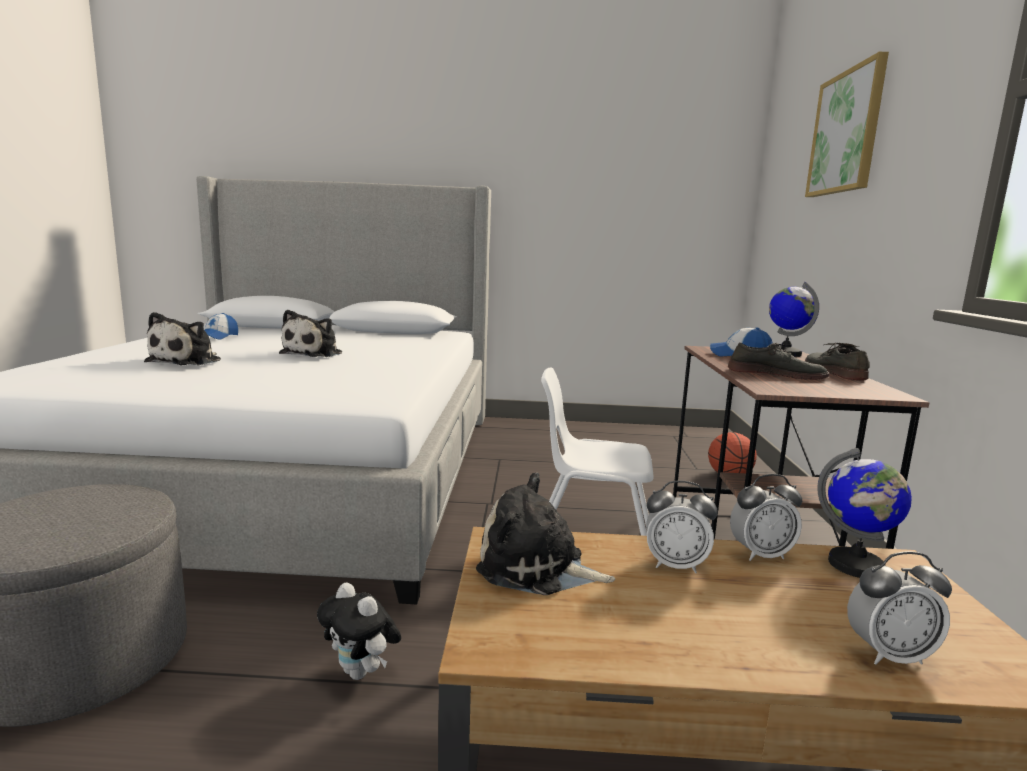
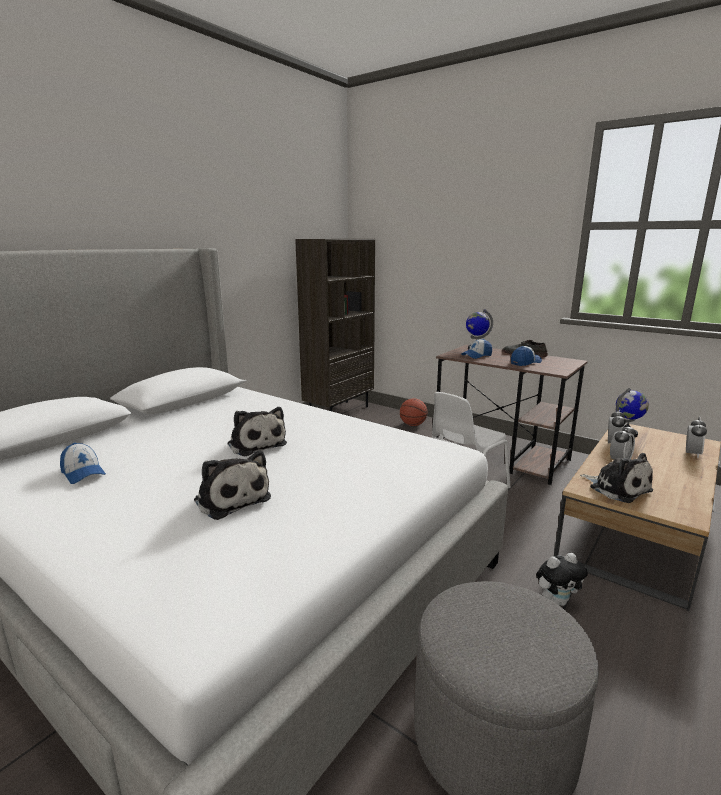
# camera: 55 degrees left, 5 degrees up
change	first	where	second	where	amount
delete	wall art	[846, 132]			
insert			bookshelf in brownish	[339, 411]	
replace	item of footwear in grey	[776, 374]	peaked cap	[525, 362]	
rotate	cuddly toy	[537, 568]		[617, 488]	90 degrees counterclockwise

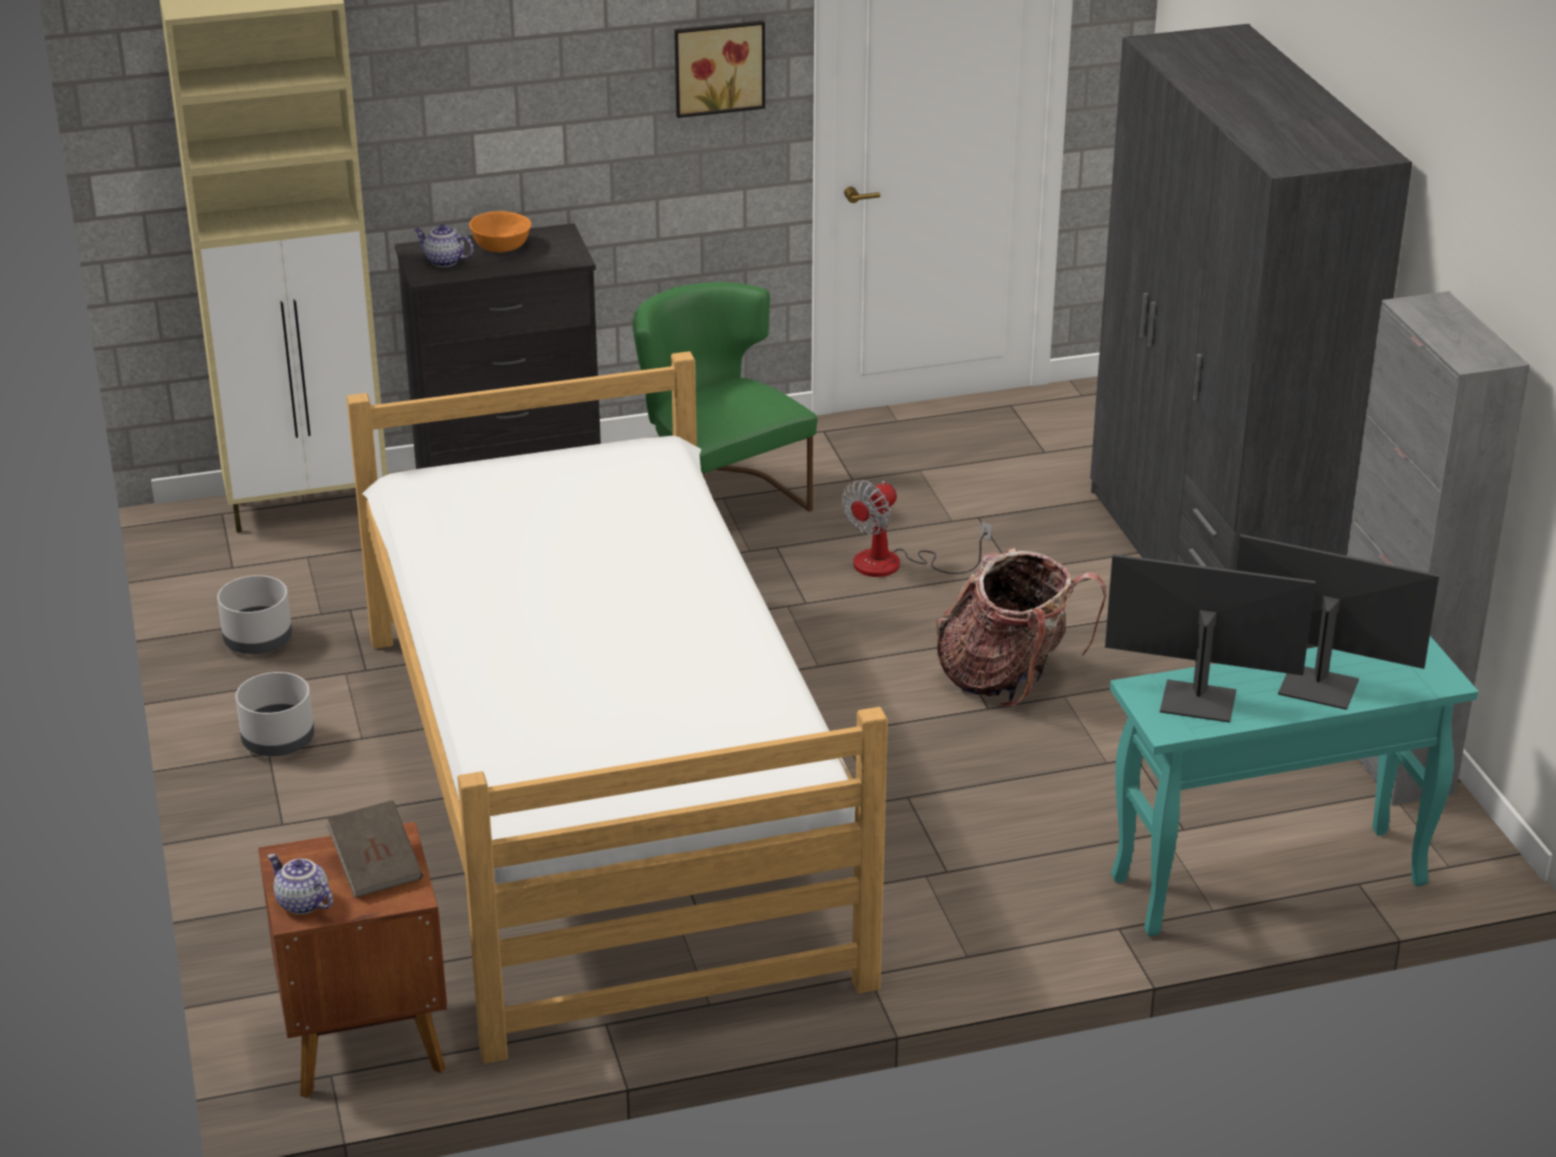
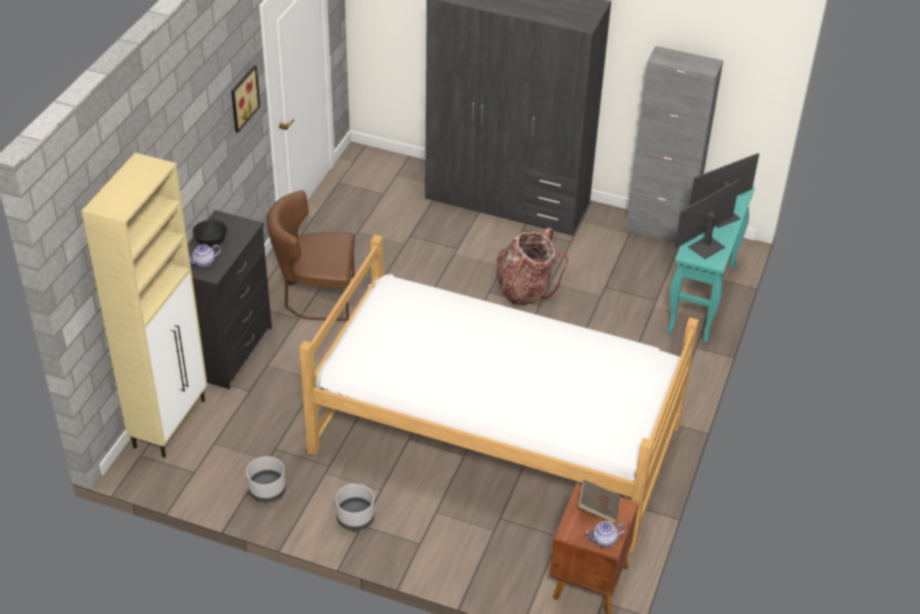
# camera: 55 degrees left, 10 degrees up
change	first	where	second	where	amount
delete	fan	[895, 564]			
recolor	serving bowl in orange-coloured	[501, 246]	serving bowl in black-coloured	[211, 240]	
recolor	chair in green-coloured	[719, 500]	chair in brownish	[315, 297]	

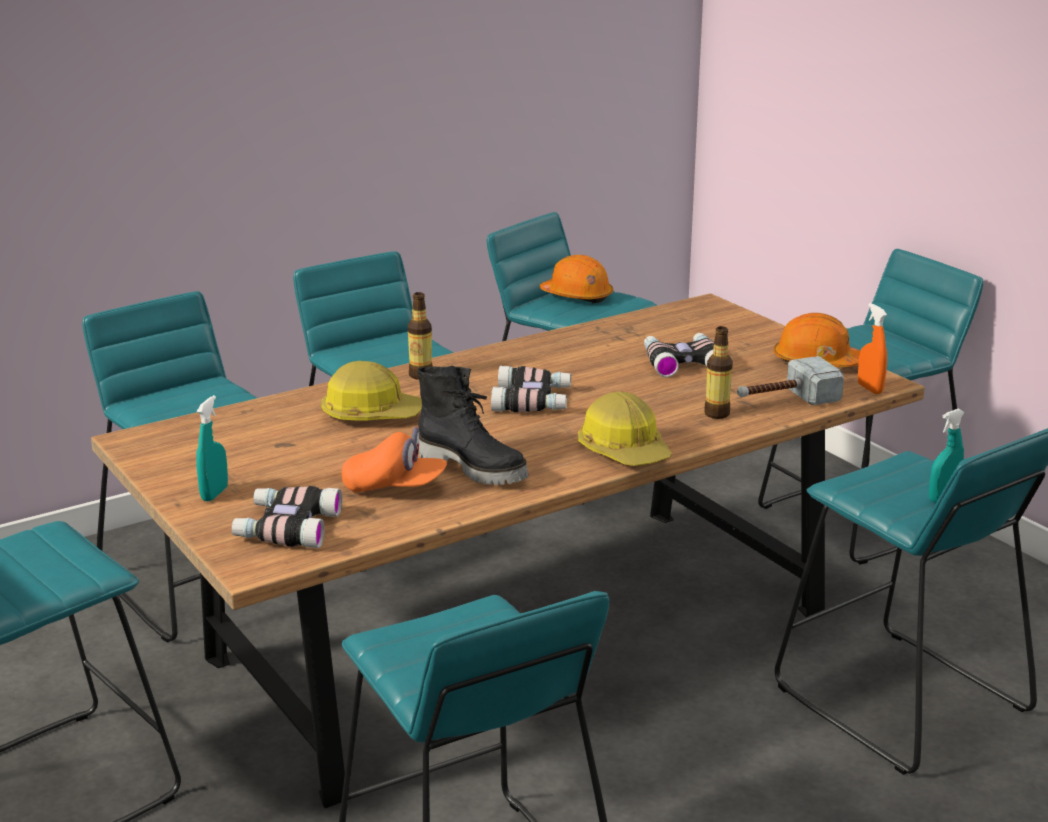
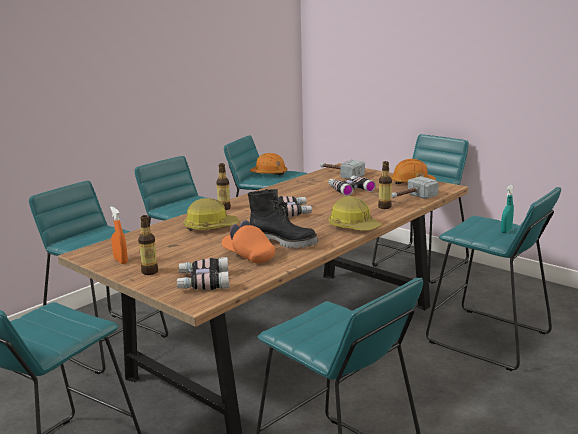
# camera: 15 degrees left, 5 degrees down
change	first	where	second	where	amount
insert			hammer	[340, 174]	
move	spray bottle in orange-coloured	[870, 389]		[120, 261]	
replace	spray bottle in turquoise	[214, 494]	bottle	[150, 272]	
rotate	peaked cap in orange-coloured	[394, 487]		[248, 256]	135 degrees counterclockwise

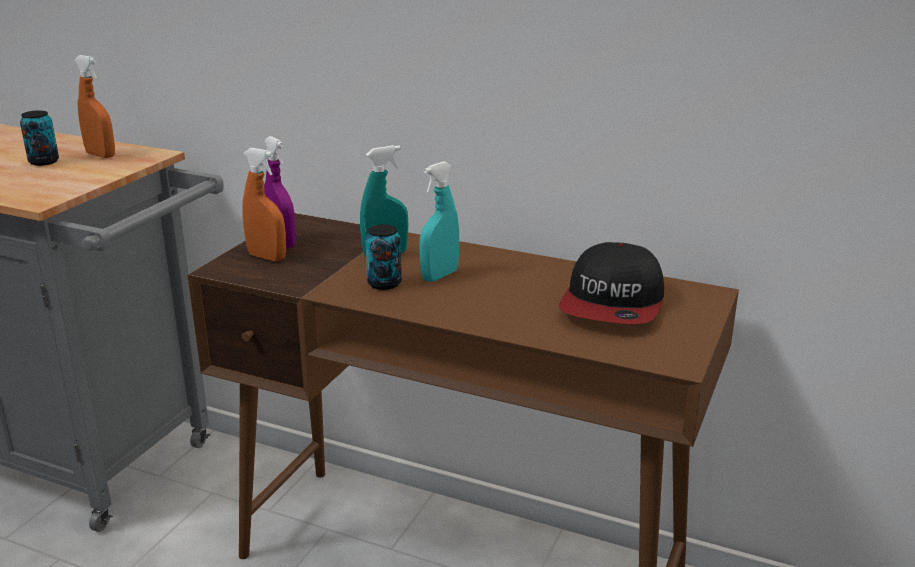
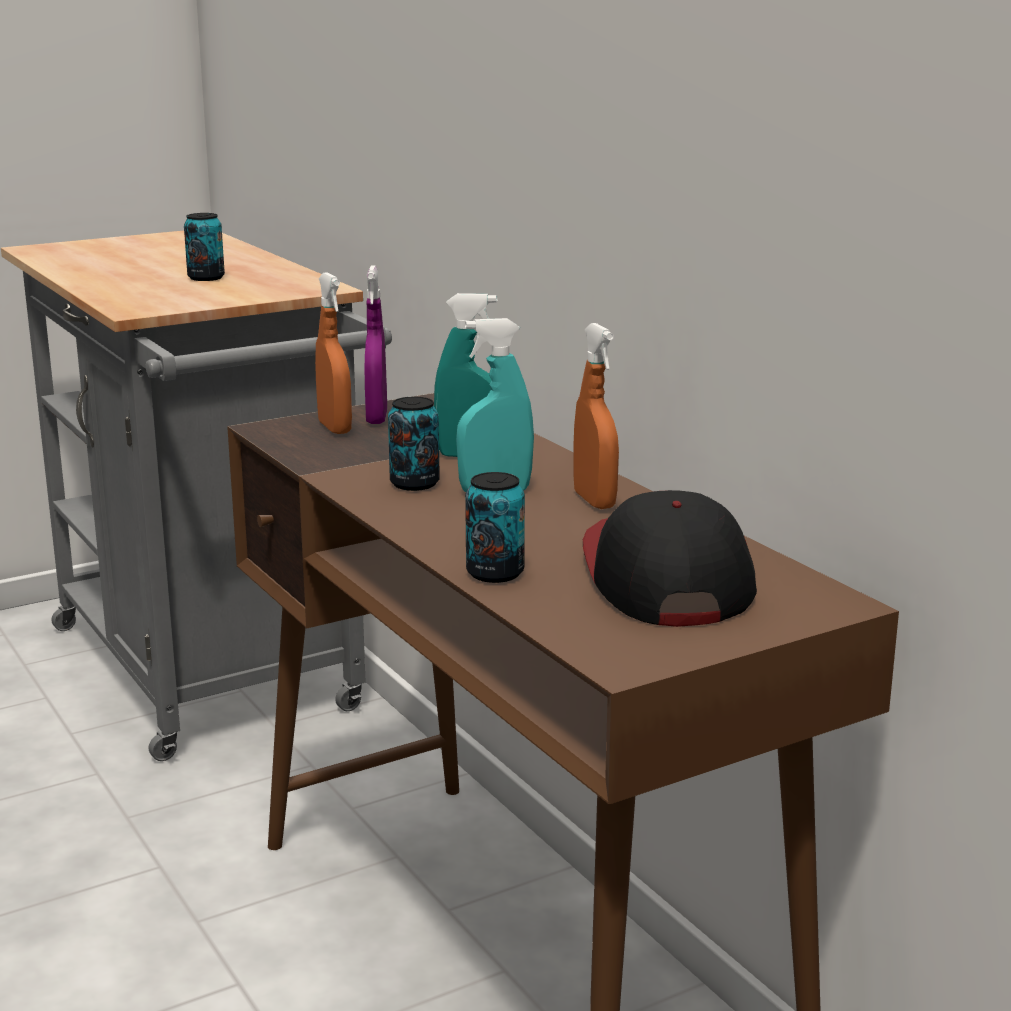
# camera: 35 degrees right, 5 degrees down
change	first	where	second	where	amount
insert			sealed can	[495, 573]	
move	spray bottle in orange-coloured	[100, 155]		[594, 501]	
rotate	peaked cap	[613, 304]		[664, 577]	120 degrees clockwise

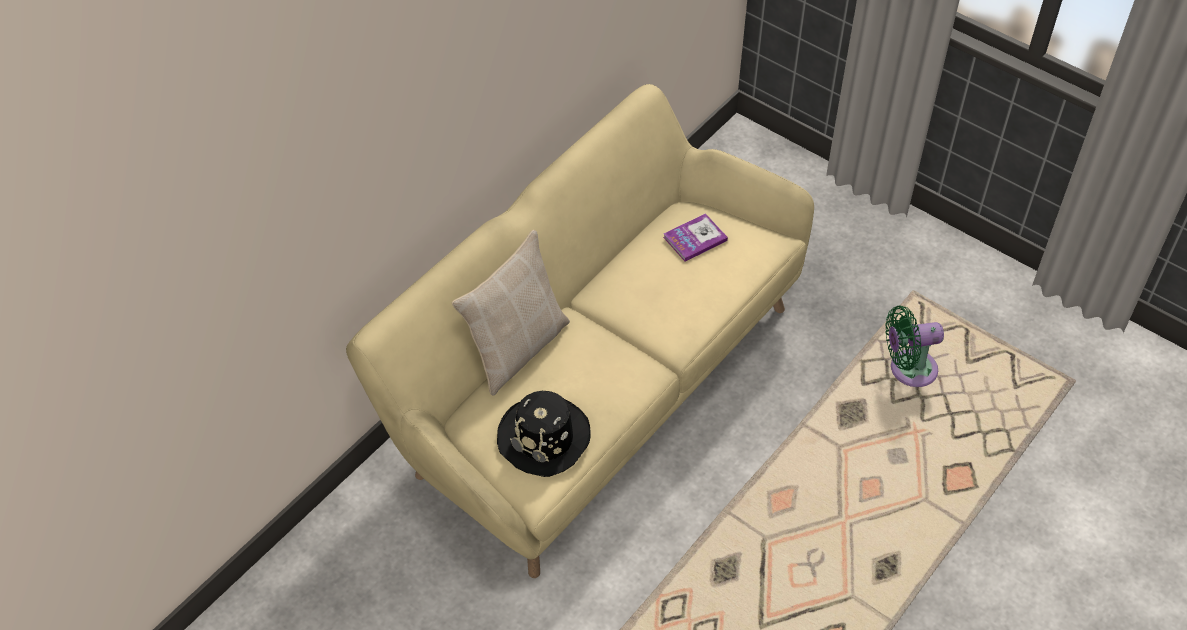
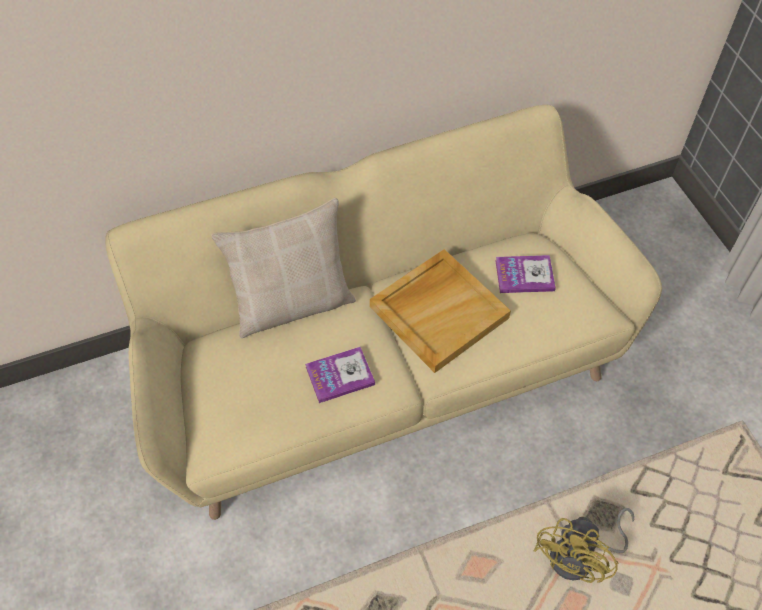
# camera: 30 degrees right, 5 degrees up
change	first	where	second	where	amount
delete	hat in black-coloured	[545, 437]			
delete	fan in green-coloured	[908, 370]			
insert			bound book	[340, 375]	
insert			tray in beige	[439, 311]	
insert			fan in yellow	[580, 557]	

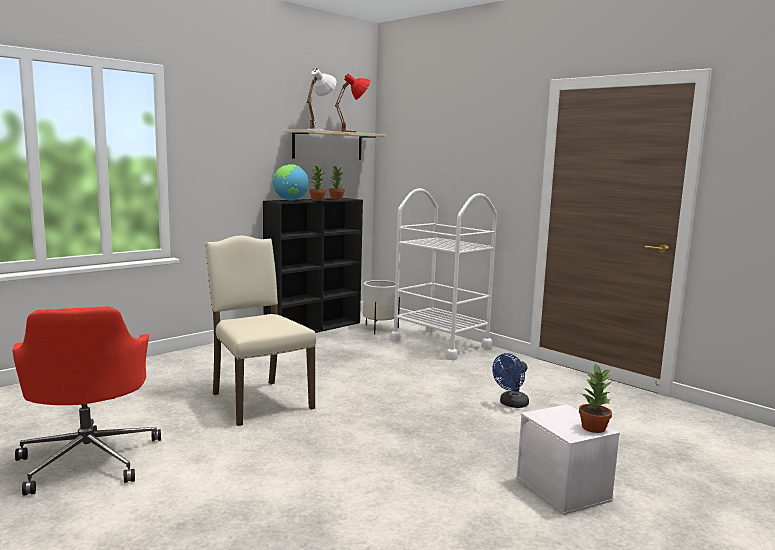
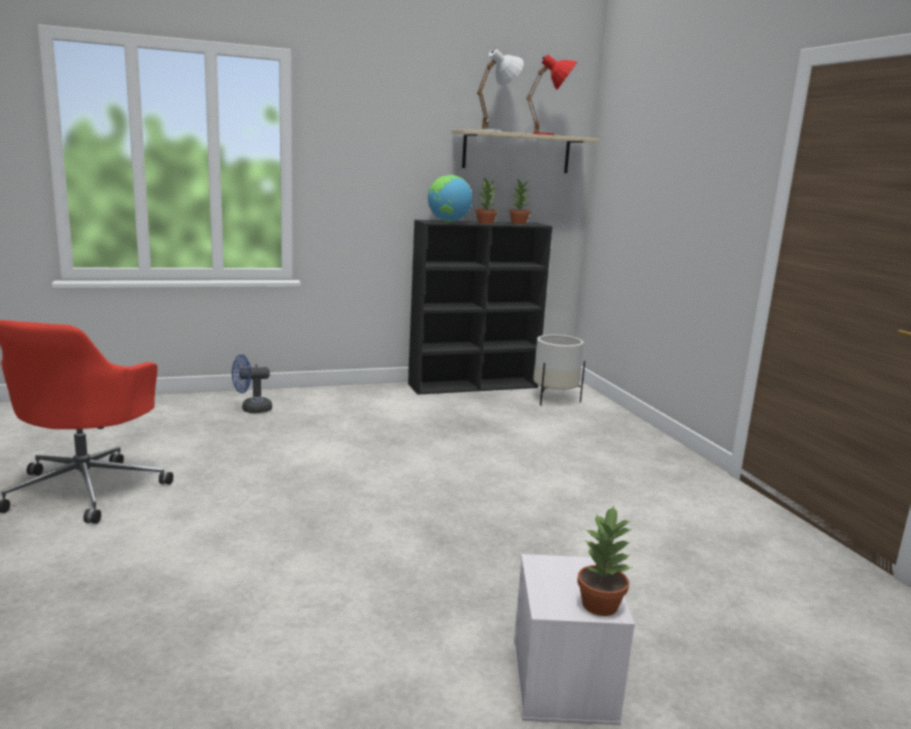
# camera: 25 degrees right, 5 degrees up
change	first	where	second	where	amount
delete	chair in beige	[258, 400]			
delete	wheeled cart in whitish	[440, 344]			
move	fan in blue-coloured	[511, 404]		[251, 409]	

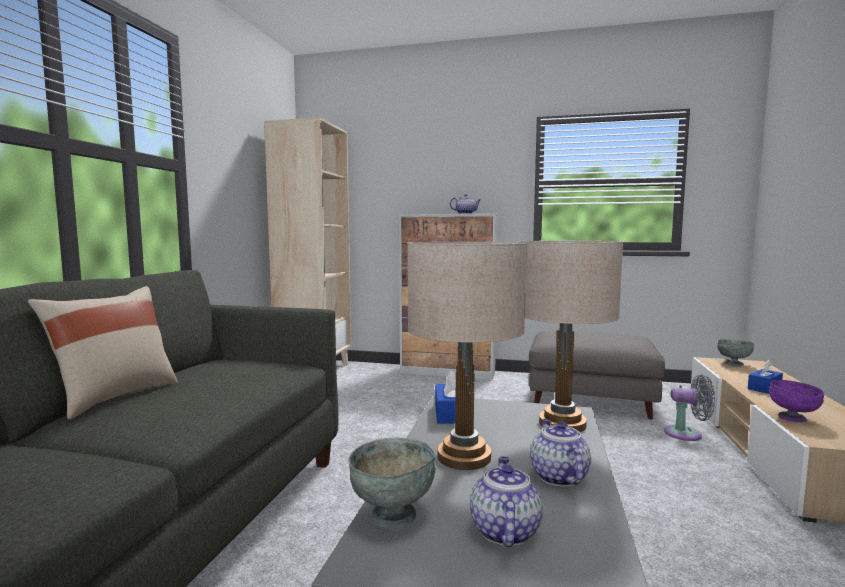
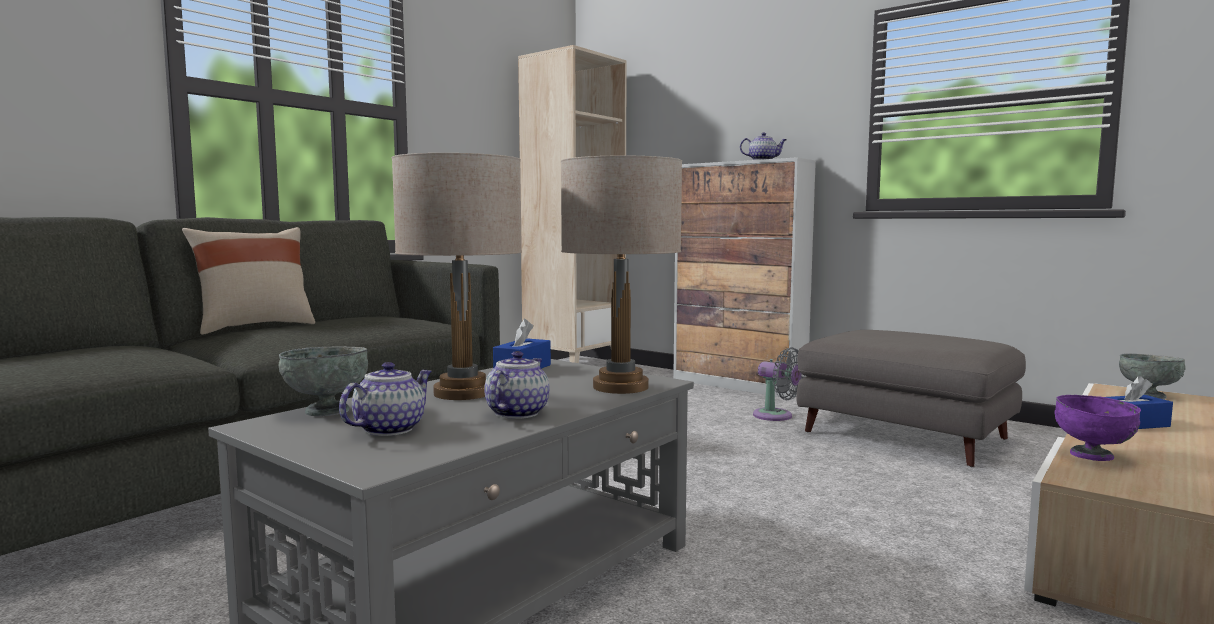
# camera: 25 degrees right, 0 degrees up
change	first	where	second	where	amount
move	fan in grey	[687, 434]		[776, 416]	

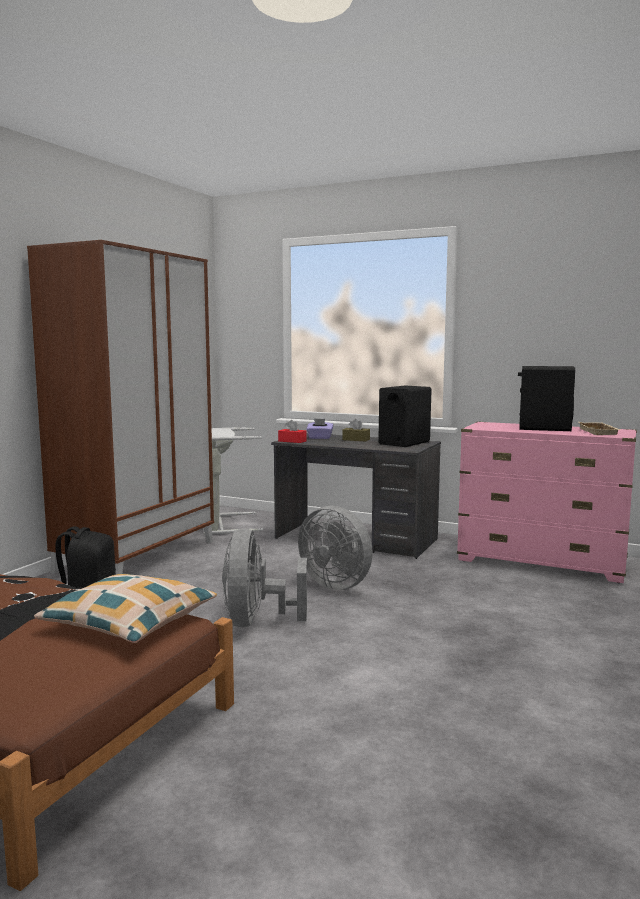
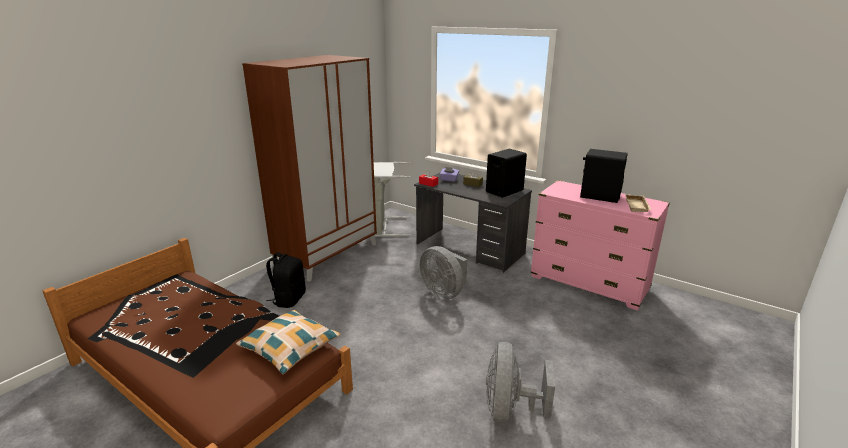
# camera: 10 degrees right, 15 degrees up
change	first	where	second	where	amount
move	fan in grey	[257, 621]		[510, 410]	

